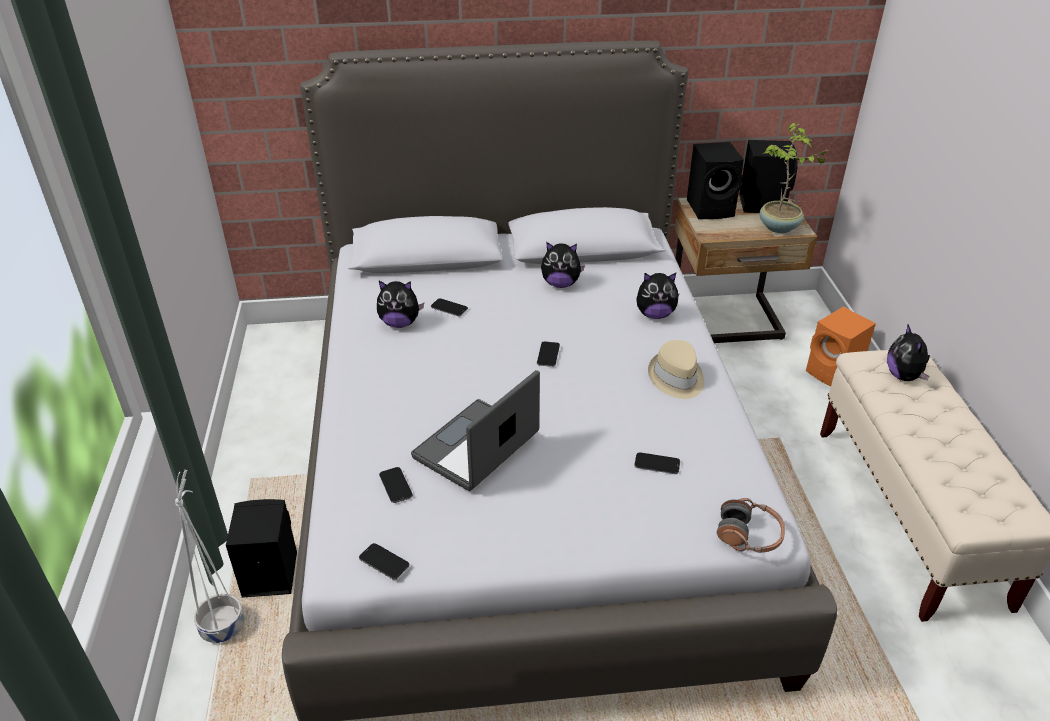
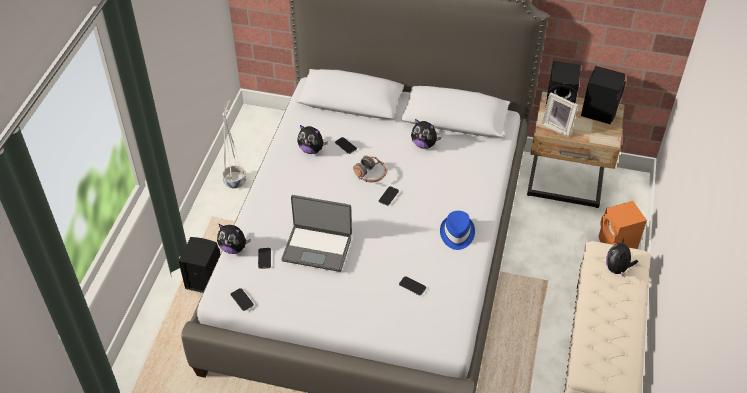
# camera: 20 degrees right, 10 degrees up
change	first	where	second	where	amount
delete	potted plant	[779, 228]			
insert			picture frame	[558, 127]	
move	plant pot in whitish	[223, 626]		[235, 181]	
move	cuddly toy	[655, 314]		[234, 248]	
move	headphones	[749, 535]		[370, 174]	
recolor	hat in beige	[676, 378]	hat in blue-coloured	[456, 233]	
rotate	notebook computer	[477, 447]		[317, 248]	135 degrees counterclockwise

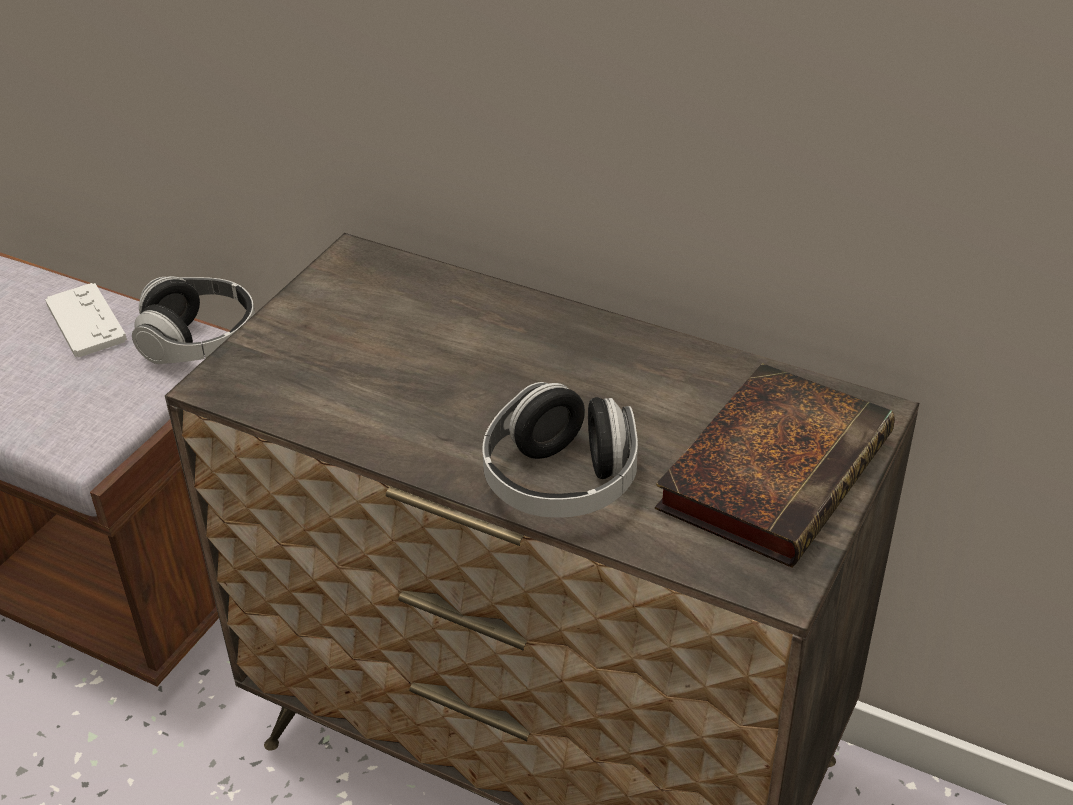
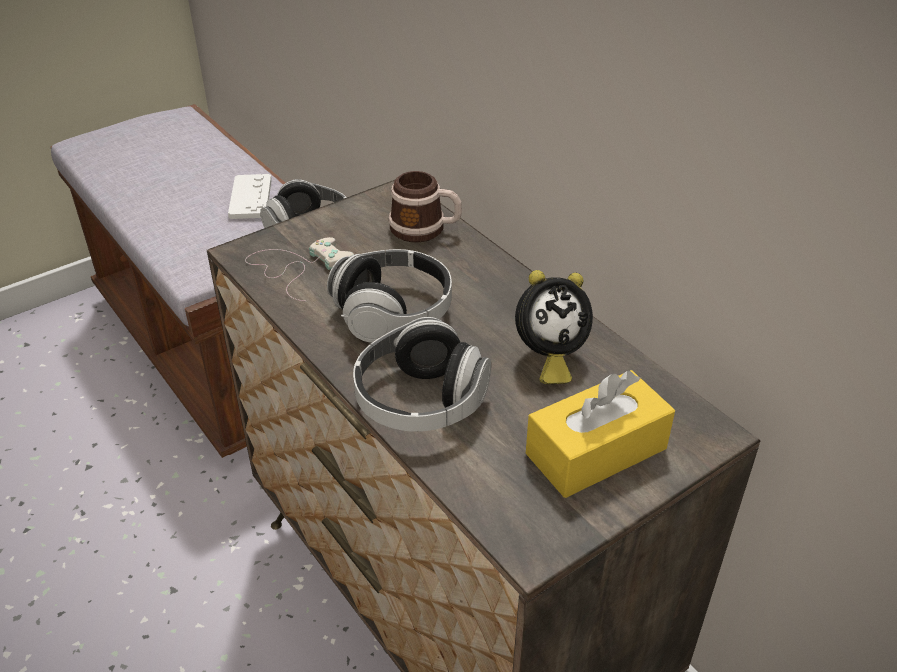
# camera: 25 degrees right, 0 degrees up
change	first	where	second	where	amount
insert			gamepad in whitish	[297, 267]	
insert			headphones	[393, 314]	
insert			tea mug	[425, 229]	
insert			alarm clock	[548, 358]	
replace	bound book	[775, 469]	tissue box in yellow	[596, 451]	

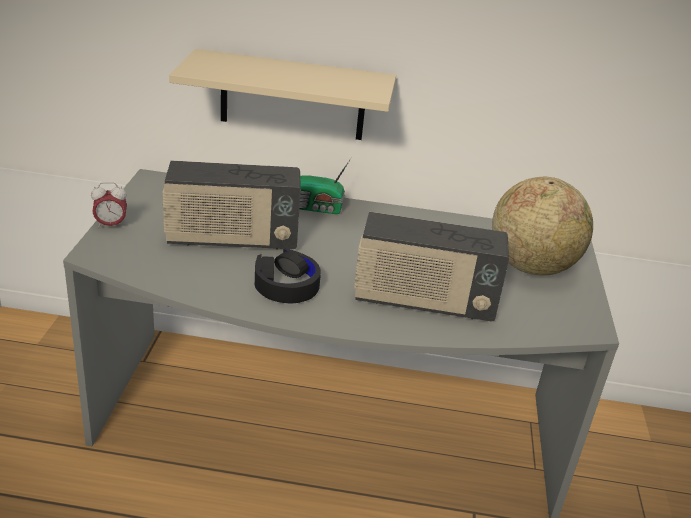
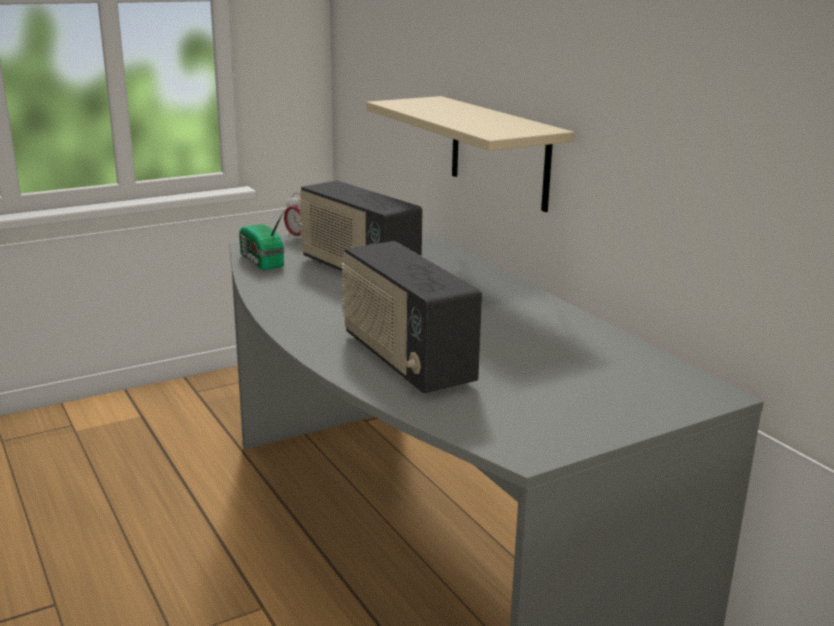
# camera: 55 degrees right, 10 degrees down
change	first	where	second	where	amount
delete	headphones in black-coloured	[286, 285]			
delete	world globe	[531, 266]			
move	radio	[316, 208]		[261, 262]	

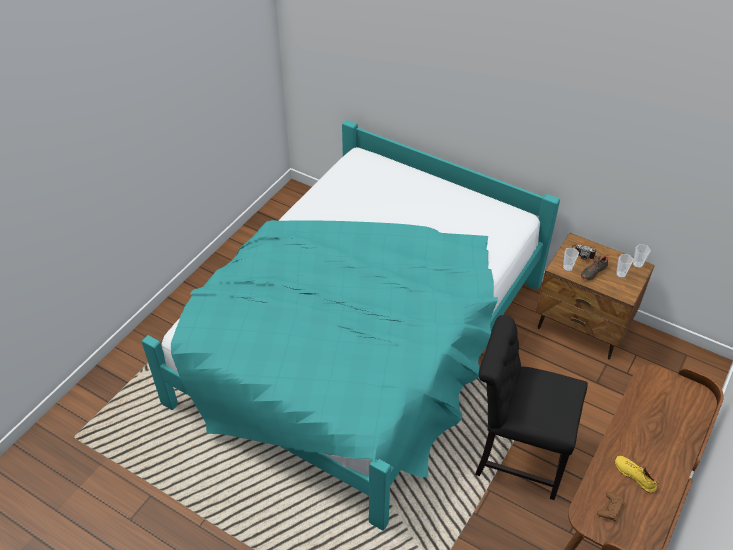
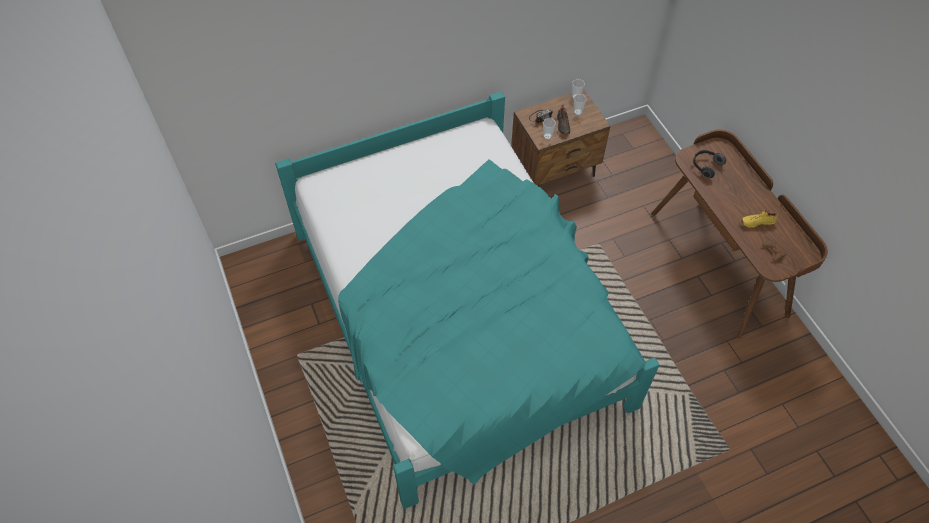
# camera: 55 degrees left, 10 degrees up
change	first	where	second	where	amount
delete	chair in black-coloured	[516, 455]			
insert			headphones	[705, 166]	

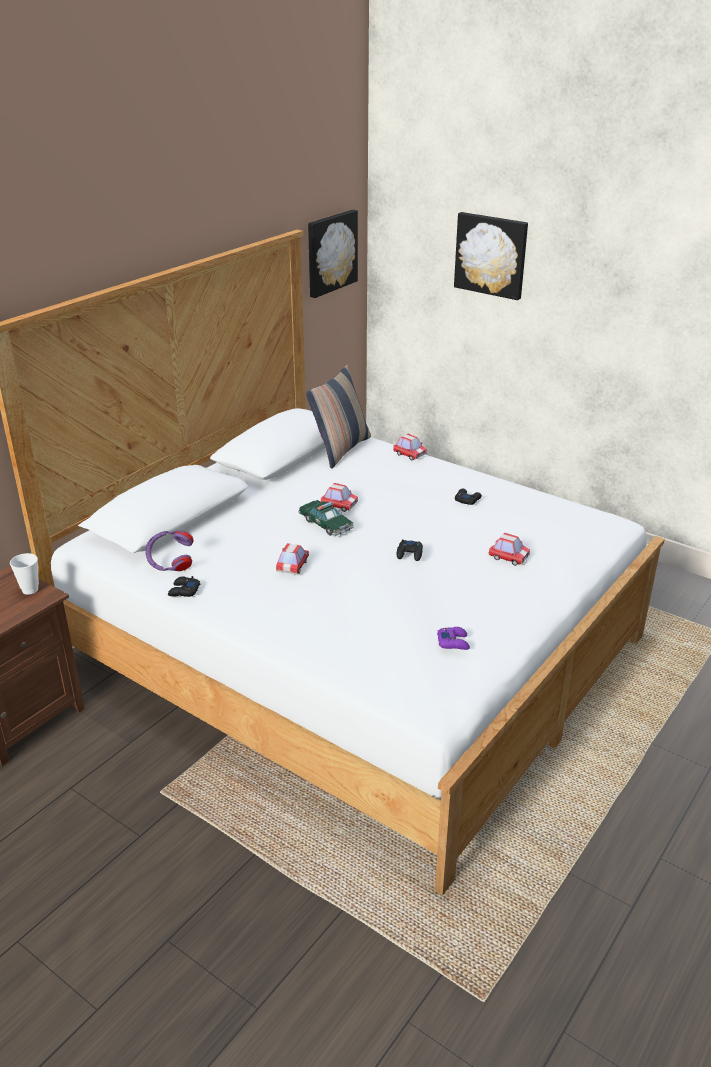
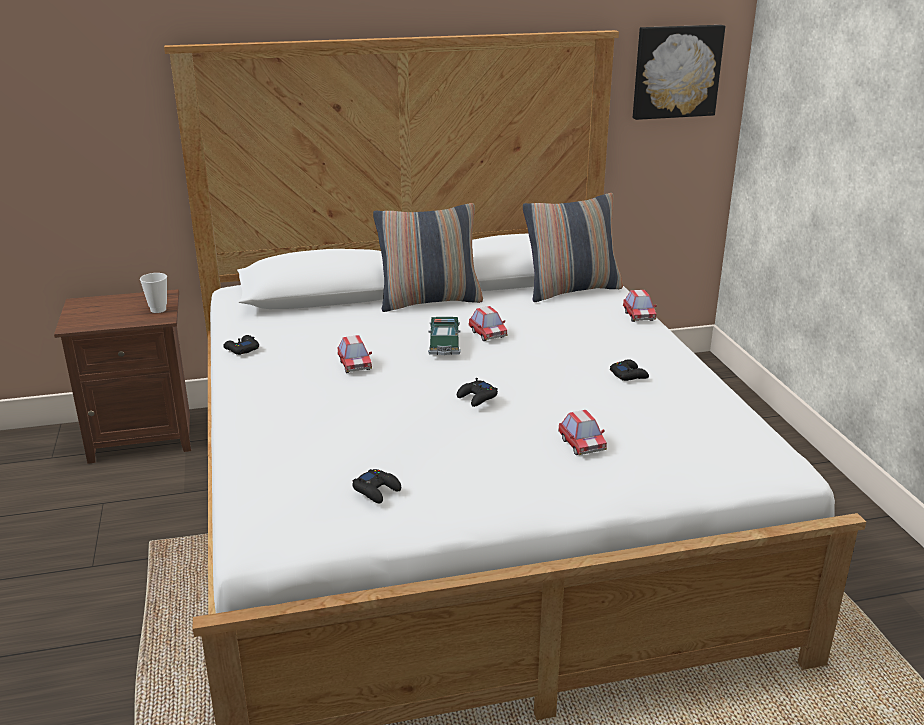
# camera: 40 degrees right, 5 degrees down
change	first	where	second	where	amount
delete	headphones in purple	[171, 564]			
delete	wall art	[491, 255]			
insert			throw pillow	[429, 301]	
recolor	gamepad in purple	[453, 642]	gamepad in black-coloured	[377, 490]	
rotate	model car	[292, 566]		[354, 365]	105 degrees clockwise

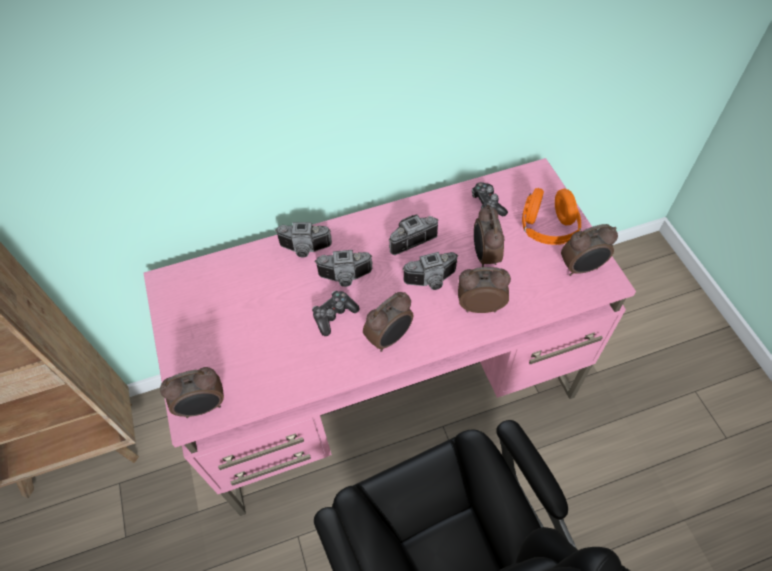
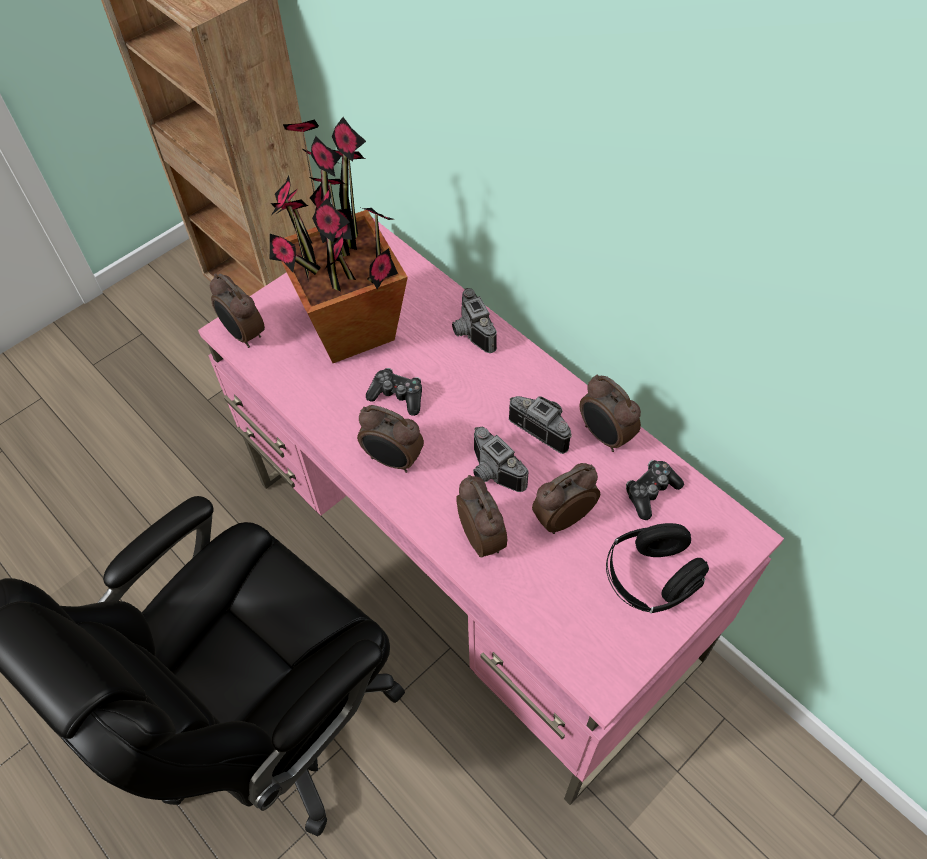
# camera: 65 degrees right, 0 degrees up
change	first	where	second	where	amount
delete	still camera	[345, 278]			
insert			potted plant	[350, 329]	
move	alarm clock	[581, 268]		[604, 436]	
recolor	headphones in orange-coloured	[547, 229]	headphones in black-coloured	[650, 578]	

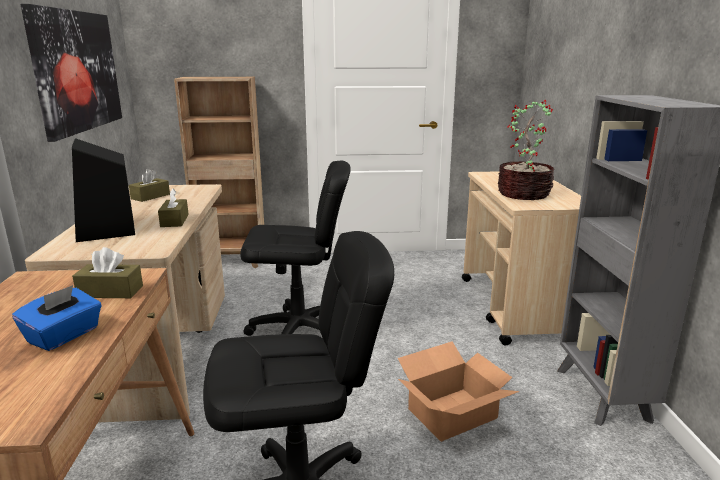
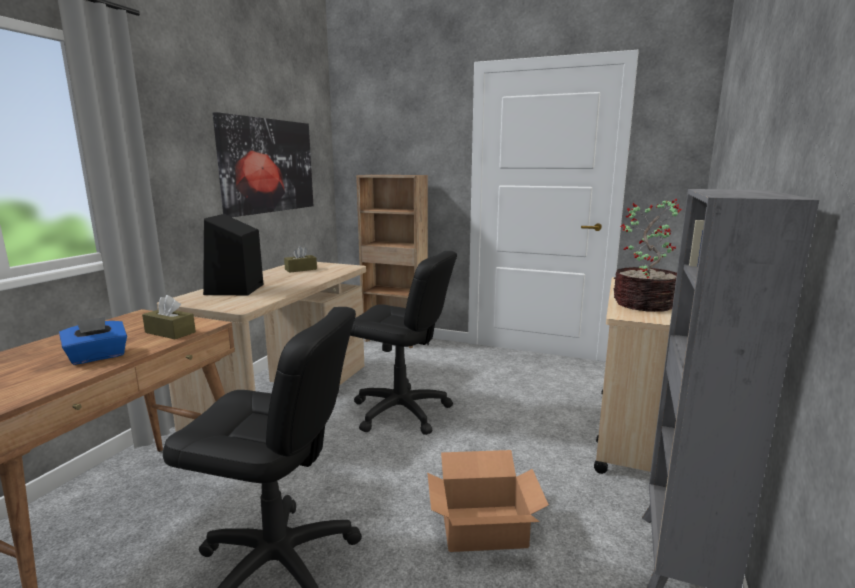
# camera: 25 degrees right, 5 degrees down
change	first	where	second	where	amount
delete	tissue box in brownish	[174, 220]			

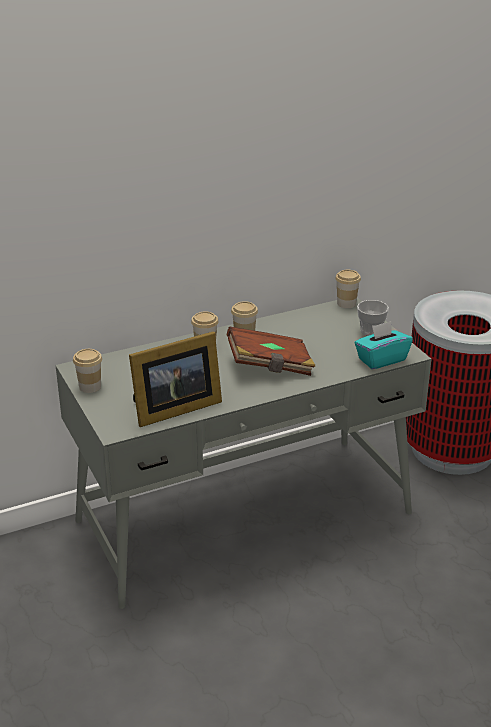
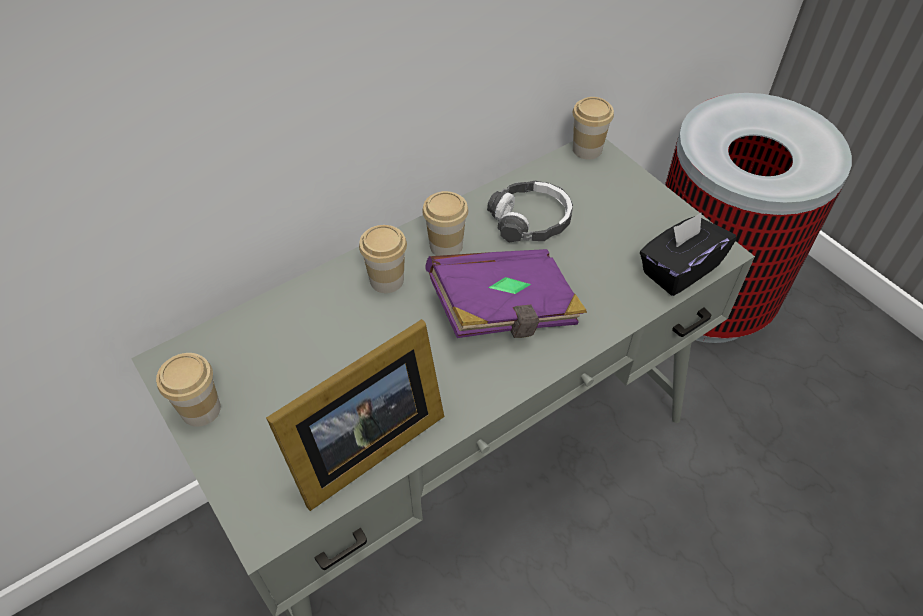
# camera: 10 degrees left, 20 degrees up
change	first	where	second	where	amount
delete	small cup	[371, 331]			
insert			headphones	[531, 220]	
recolor	bound book in brownish	[270, 366]	bound book in purple	[505, 311]	
recolor	tissue box in turquoise	[381, 359]	tissue box in black-coloured	[679, 269]	

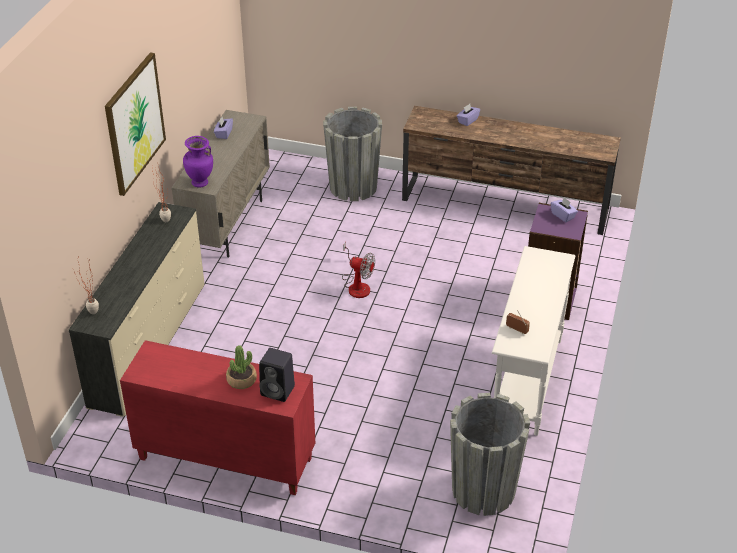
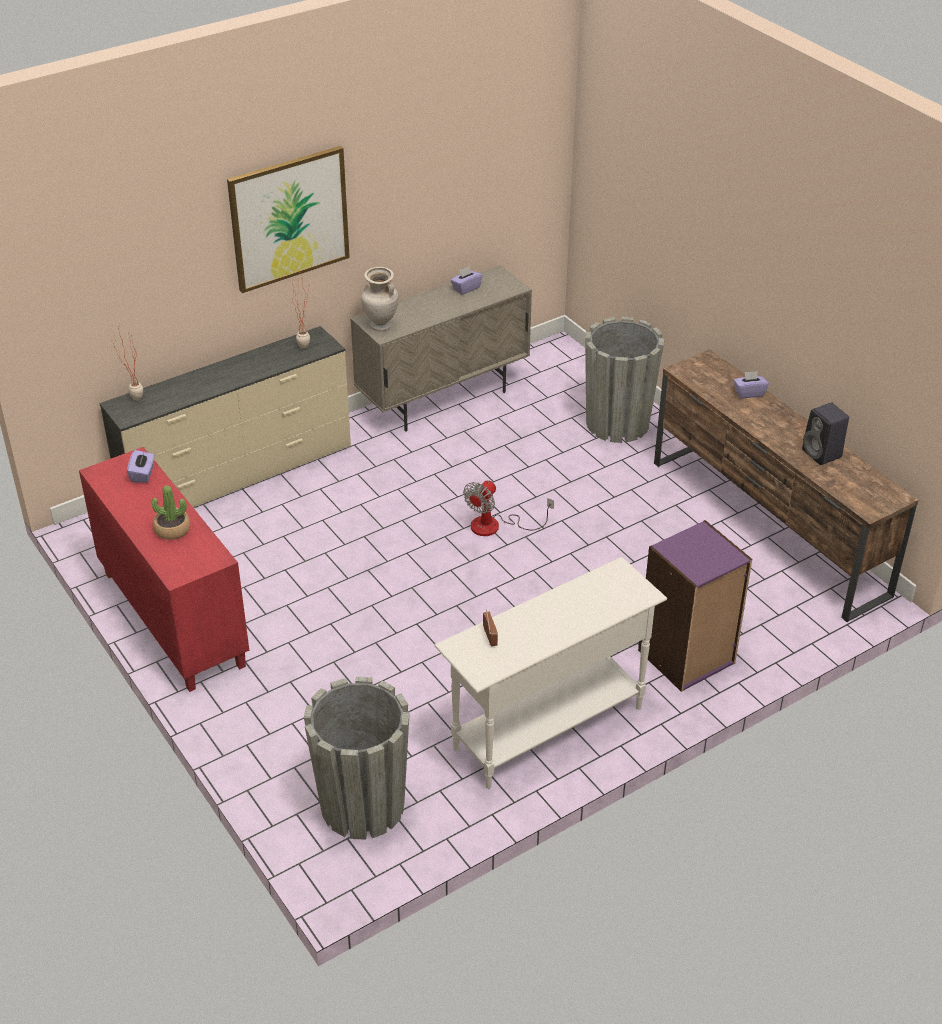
# camera: 40 degrees right, 0 degrees up
change	first	where	second	where	amount
move	speaker in black-coloured	[278, 391]		[823, 454]	
move	tissue box in purple	[563, 215]		[143, 474]	
recolor	flower vase in purple	[200, 183]	flower vase in beige	[380, 326]	
rotate	fan	[357, 285]		[495, 526]	60 degrees clockwise

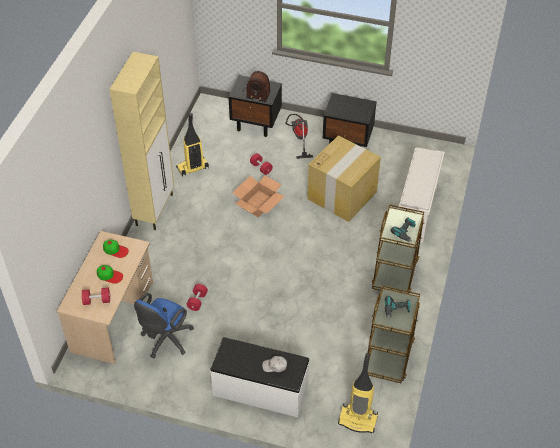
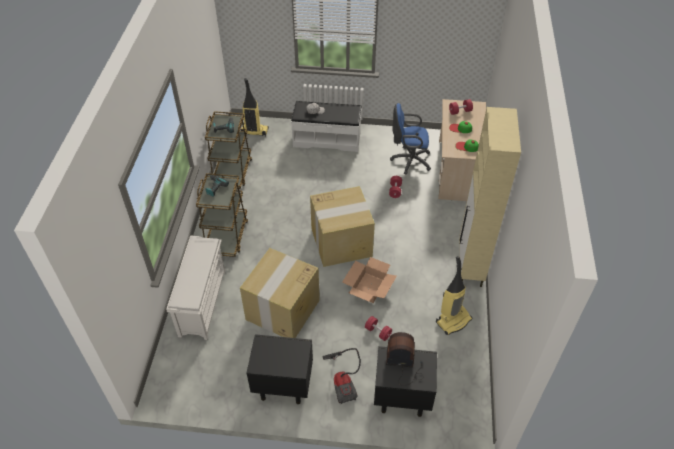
# camera: 170 degrees right, 0 degrees up
change	first	where	second	where	amount
insert			cardboard box	[342, 242]	
rotate	computer chair in blue-coloured	[165, 340]		[409, 160]	105 degrees counterclockwise

